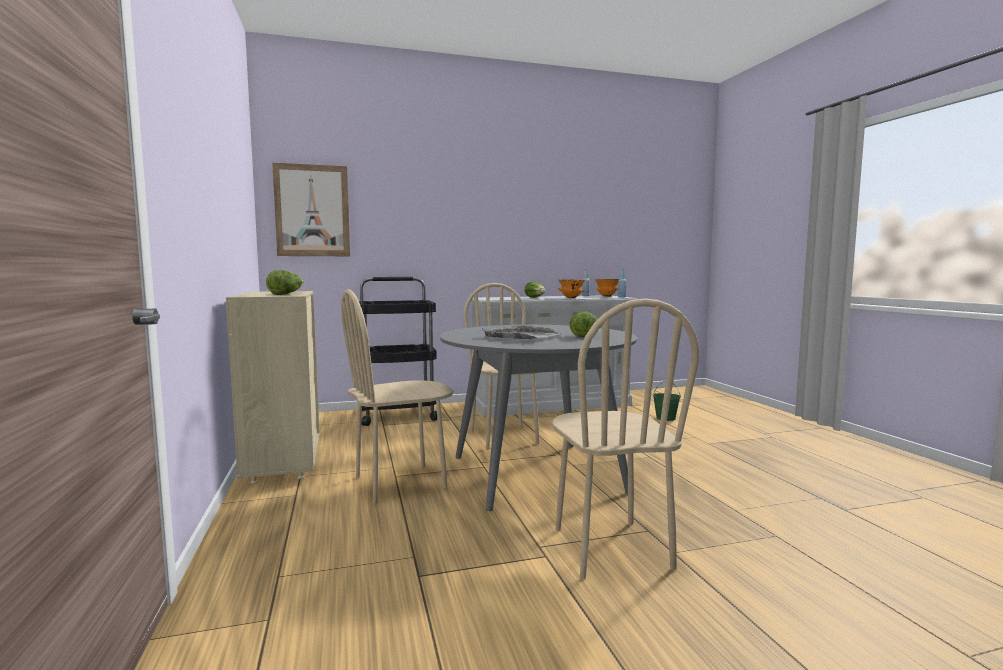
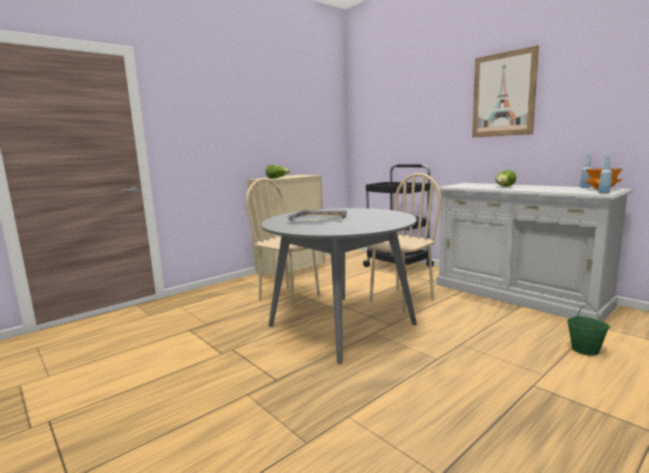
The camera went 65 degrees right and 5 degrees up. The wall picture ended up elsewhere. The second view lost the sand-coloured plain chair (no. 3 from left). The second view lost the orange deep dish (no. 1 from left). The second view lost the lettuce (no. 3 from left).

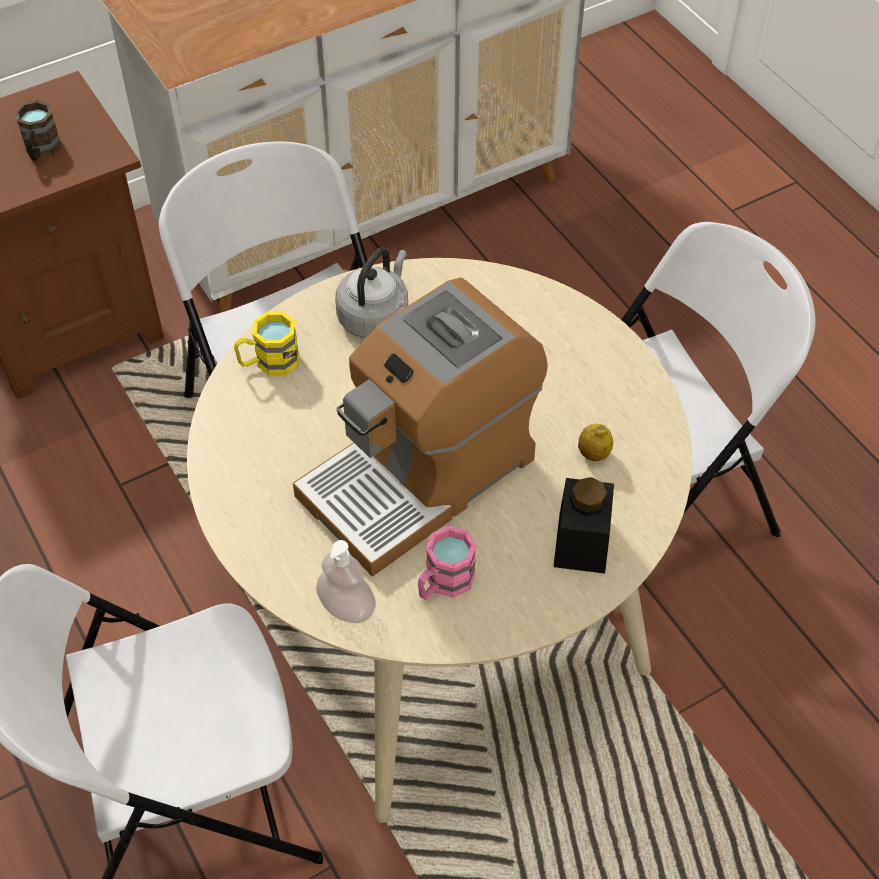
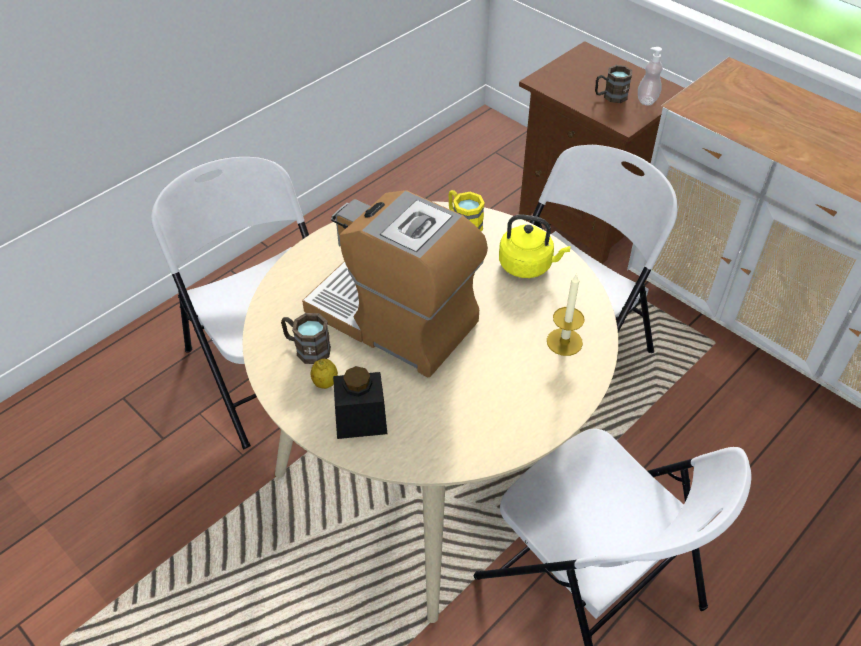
The camera went 75 degrees right and 5 degrees down. What was the pinkish coffee mug turned into the brown-coloured coffee mug (no. 1 from left). The whole lemon ended up elsewhere. What was the grey kettle turned into the yellowish kettle. The second view gained the wax light. The soap dispenser ended up elsewhere.

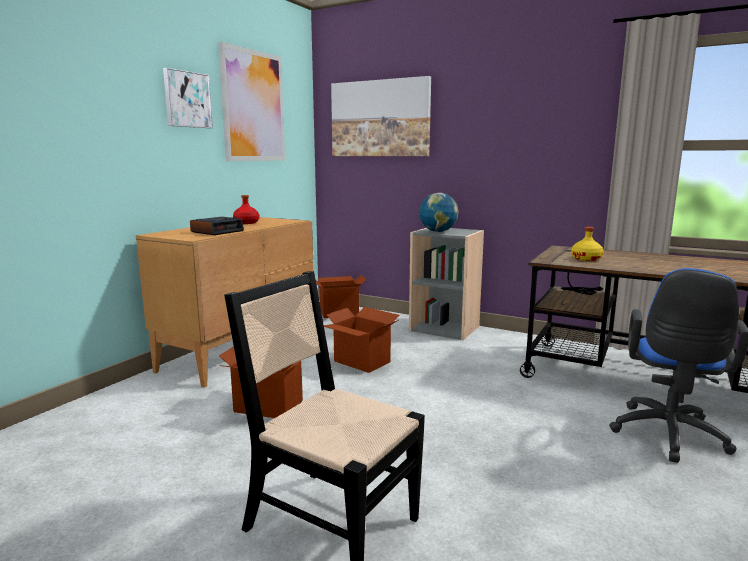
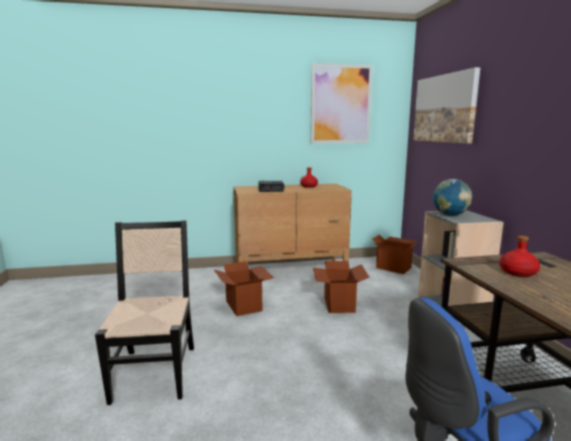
The camera went 50 degrees right and 0 degrees up. What was the yellowish bottle turned into the red-coloured bottle (no. 2 from left). The second view lost the wall picture (no. 1 from left).

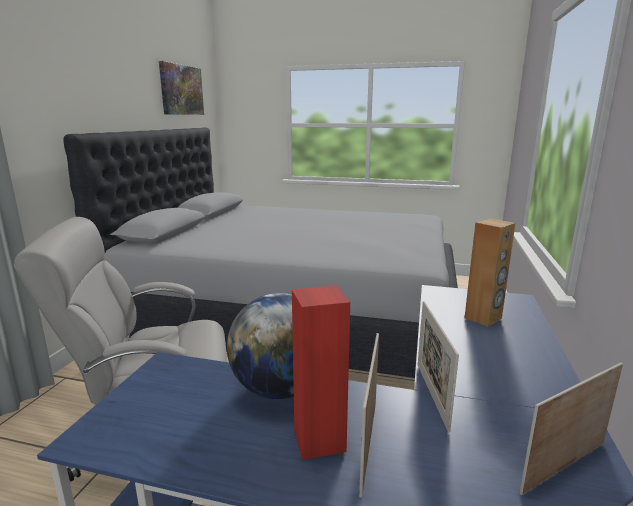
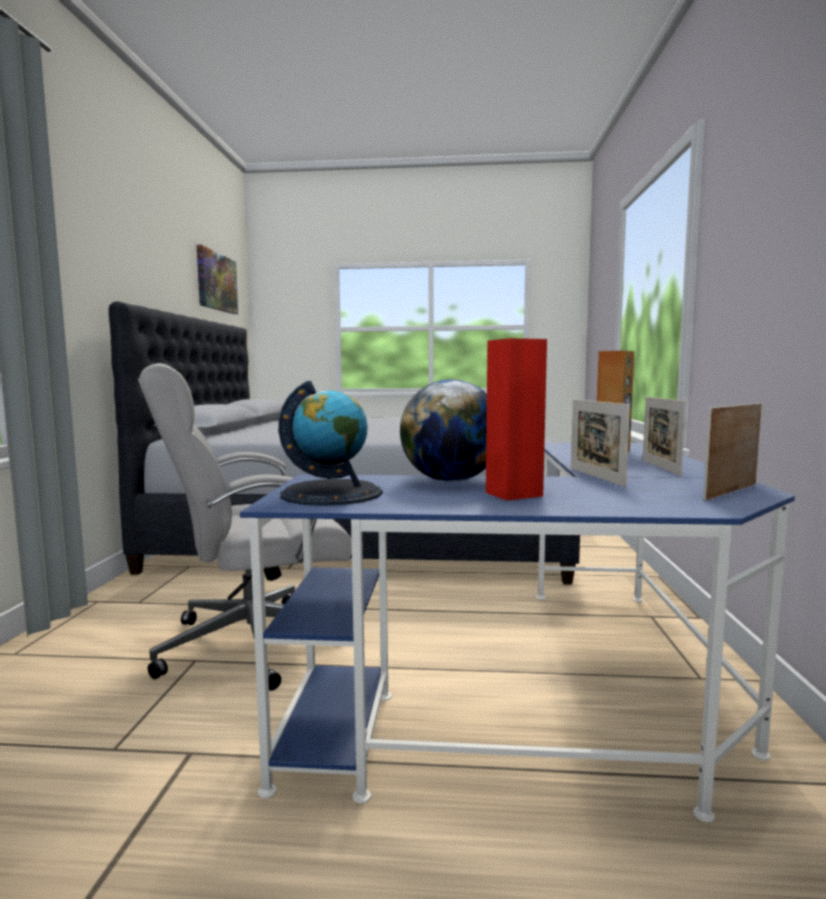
The camera went 10 degrees left and 10 degrees down. The second view gained the desk globe (no. 1 from left). The picture frame (no. 1 from left in the first image) ended up elsewhere.

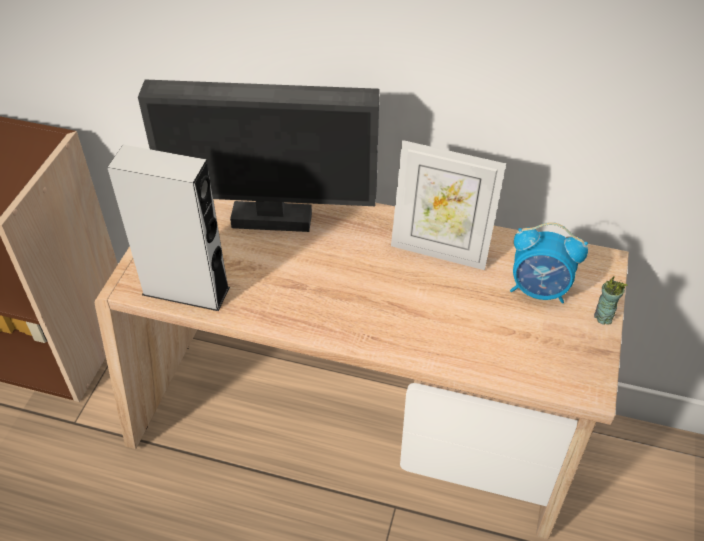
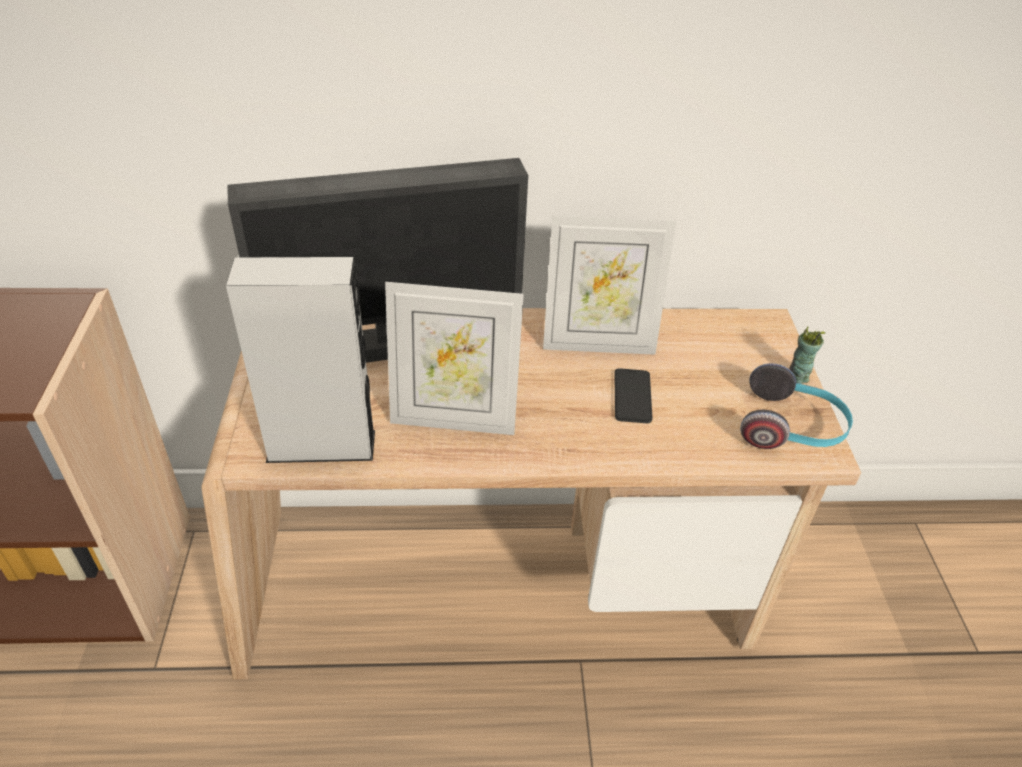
The camera went 20 degrees left and 5 degrees down. The second view gained the picture frame (no. 1 from left). The second view gained the handset. The second view gained the pair of headphones. The second view lost the alarm clock.

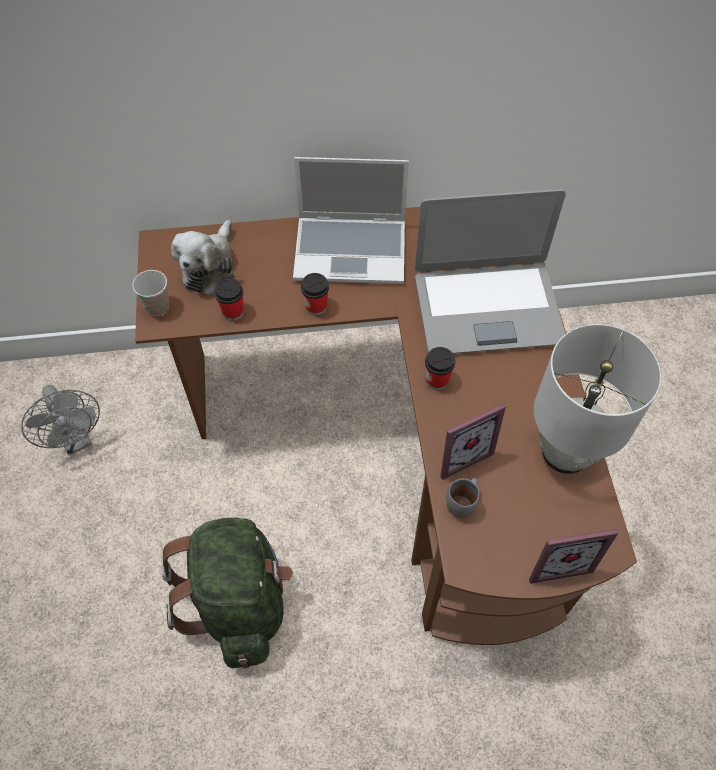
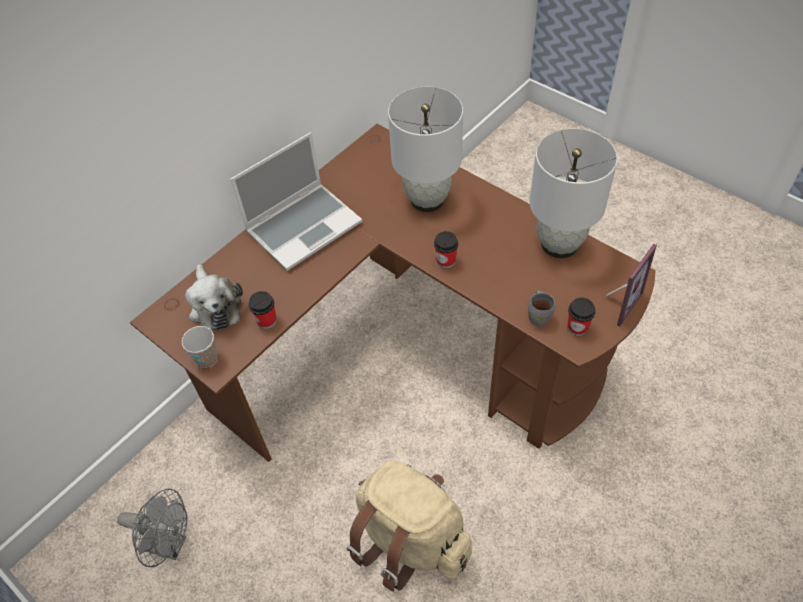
The camera went 40 degrees left and 5 degrees down. What was the green-coloured backpack turned into the sand-coloured backpack. Where the laptop (no. 2 from left) stood, the white-coloured lamp for a table (no. 1 from left) came to stand. The cup (no. 3 from left in the first image) ended up elsewhere. The second view lost the picture frame (no. 1 from left).

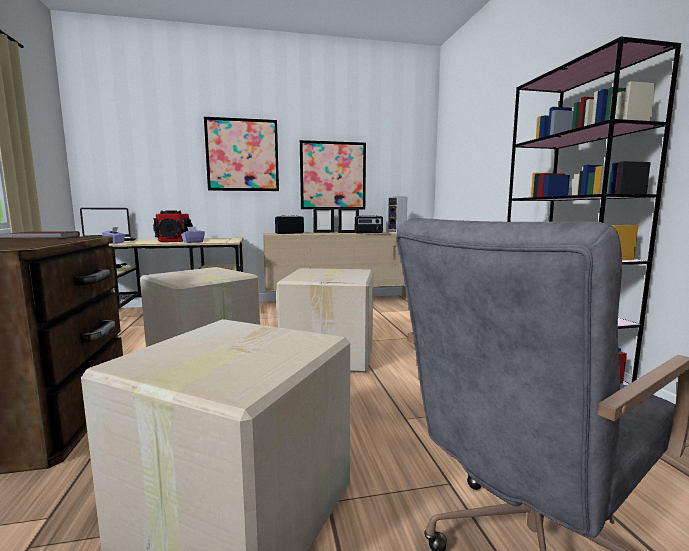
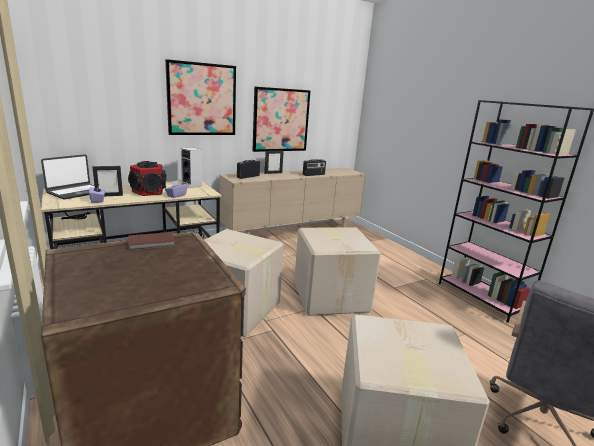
The camera went 20 degrees left and 10 degrees up. The picture frame (no. 2 from left in the first image) ended up elsewhere. The loudspeaker (no. 2 from left) ended up elsewhere.

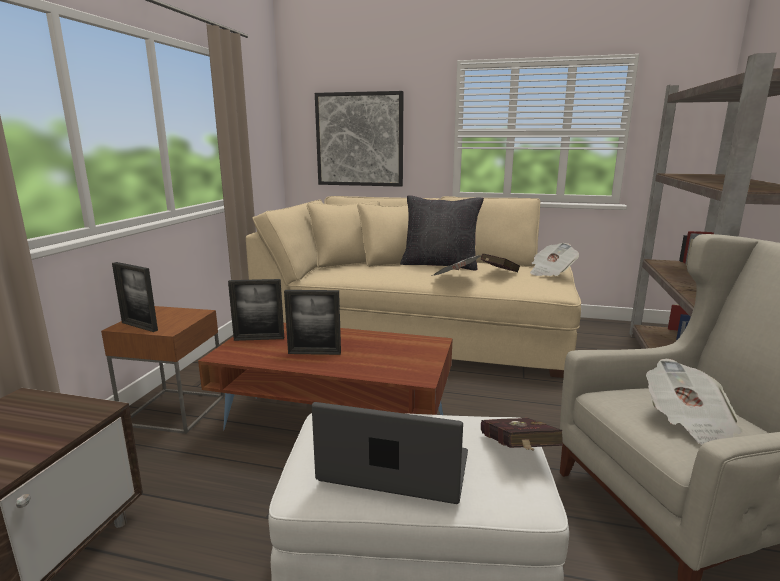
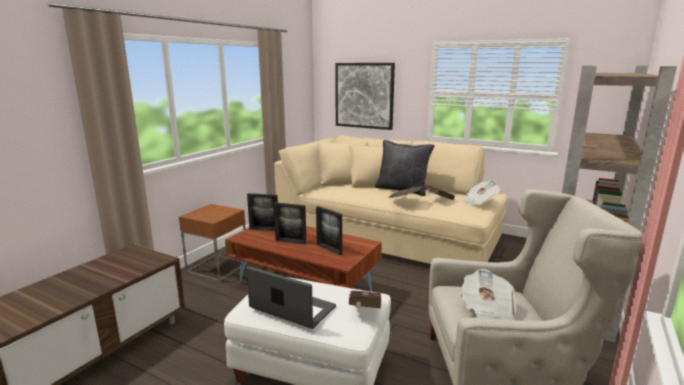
The camera went 15 degrees right and 0 degrees up. The picture frame (no. 1 from left in the first image) ended up elsewhere.

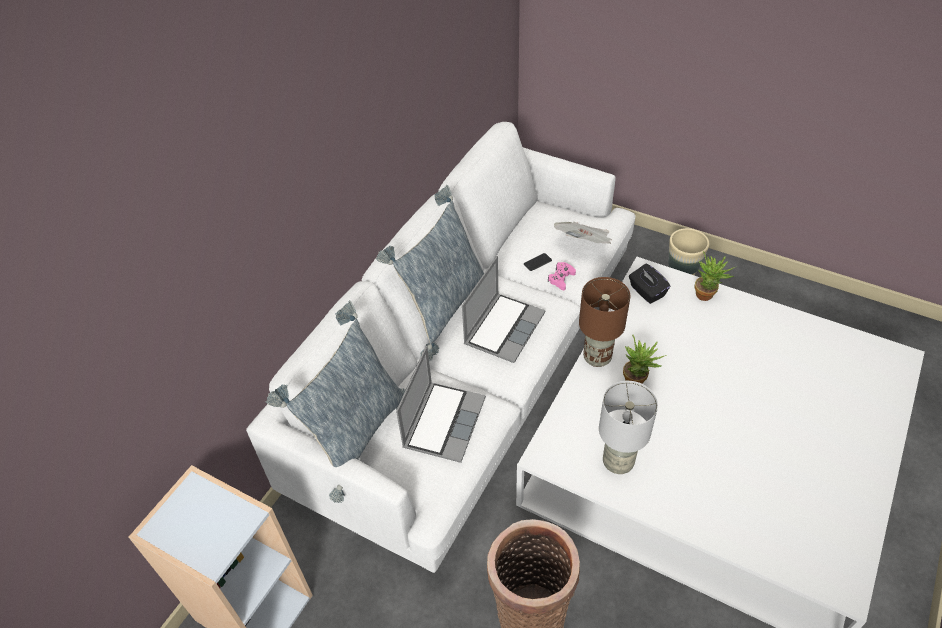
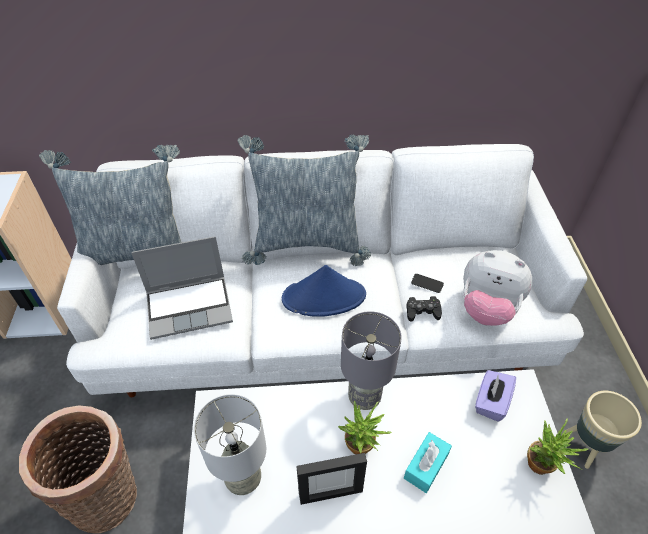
The camera went 55 degrees right and 0 degrees up. Where the laptop (no. 2 from left) stood, the blue wearable hat came to stand. The second view gained the picture frame. What was the brown-coloured lamp for a table turned into the grey lamp for a table (no. 2 from left). The second view gained the blue-green box of tissues. What was the pinkish gamepad turned into the black-coloured gamepad. Where the printed paper stood, the cuddly toy came to stand. What was the black-coloured box of tissues turned into the purplish box of tissues.

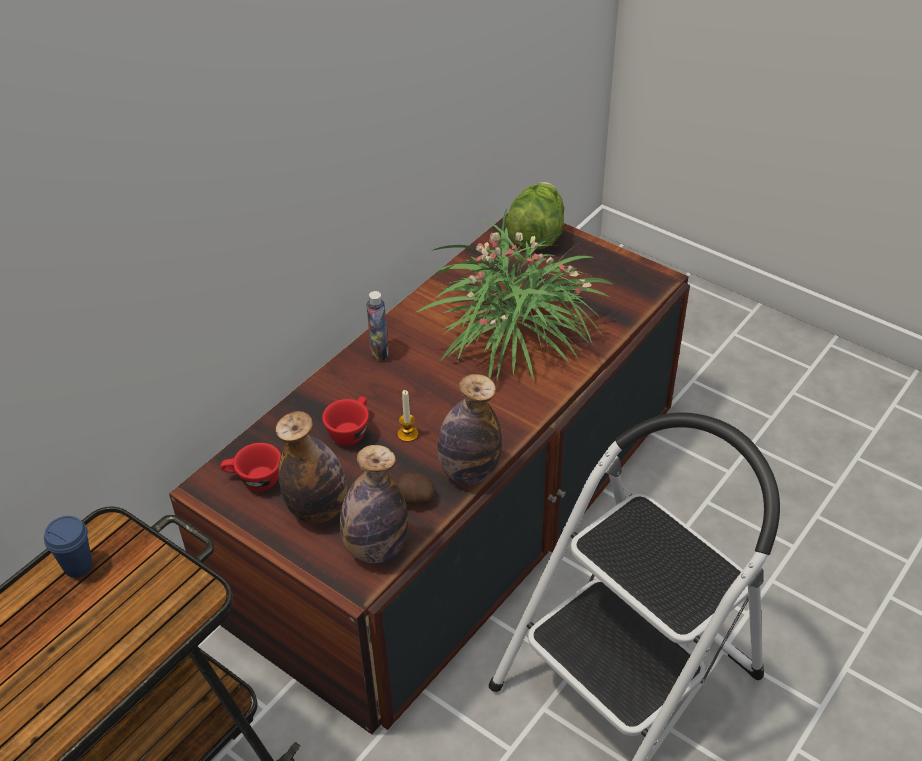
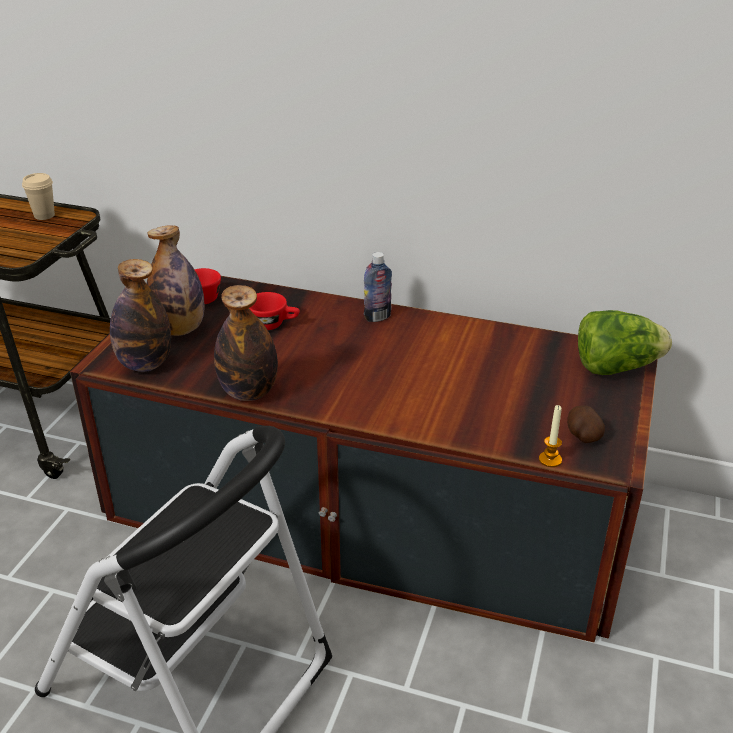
The camera went 70 degrees right and 10 degrees down. What was the blue cup turned into the sand-coloured cup. The wax light ended up elsewhere. The spud ended up elsewhere. The second view lost the plant in a pot.

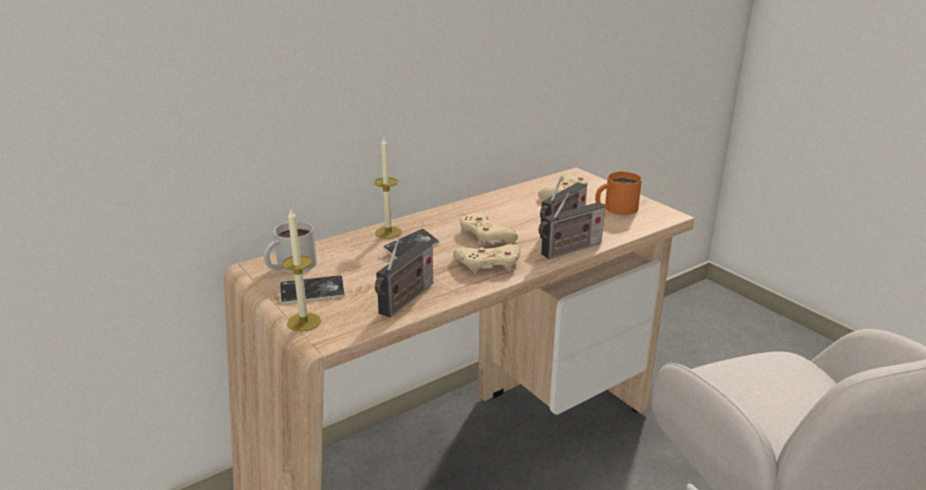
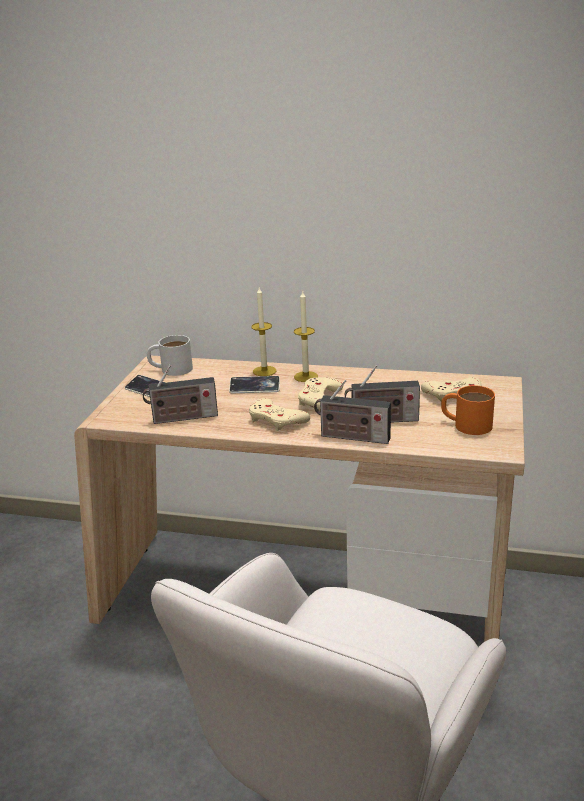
The camera went 50 degrees right and 0 degrees up. The wax light (no. 1 from left in the first image) ended up elsewhere.

